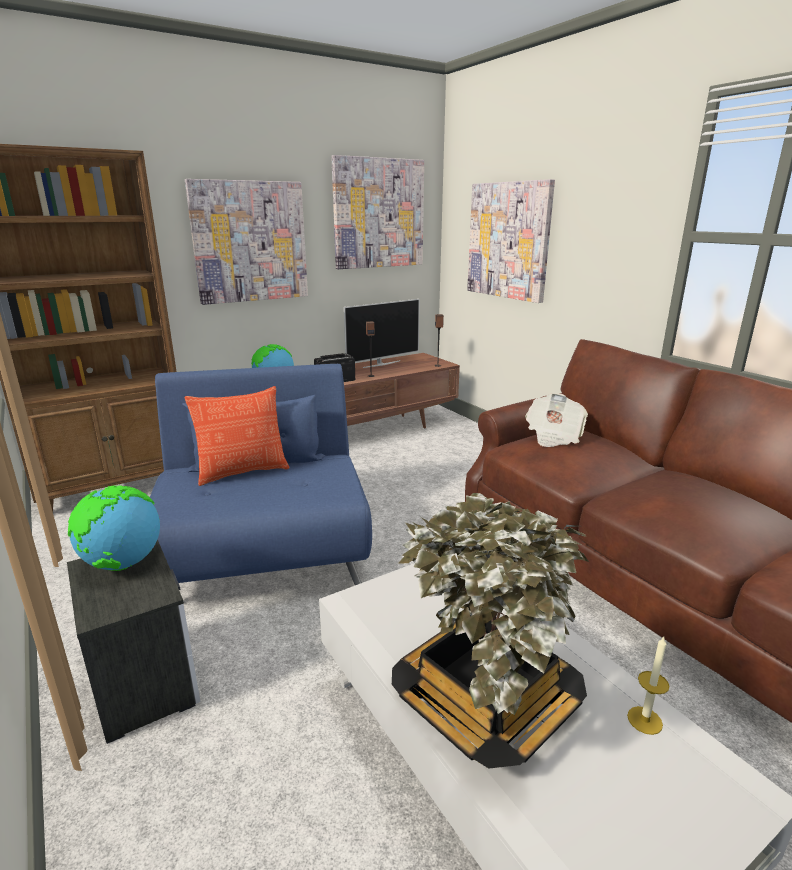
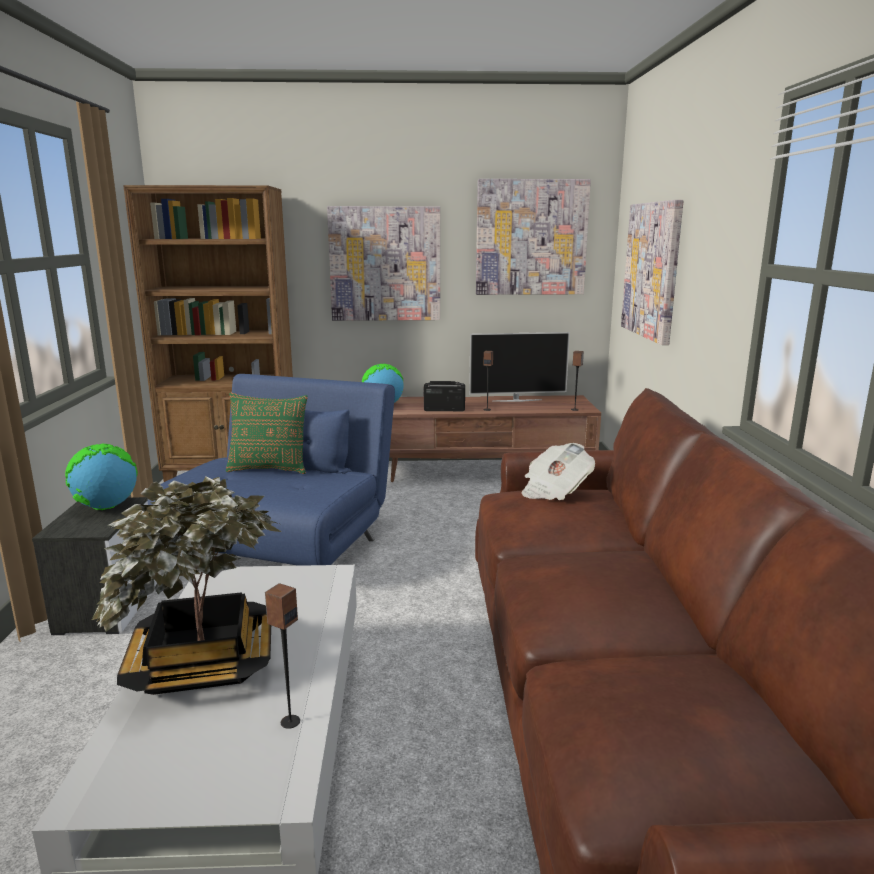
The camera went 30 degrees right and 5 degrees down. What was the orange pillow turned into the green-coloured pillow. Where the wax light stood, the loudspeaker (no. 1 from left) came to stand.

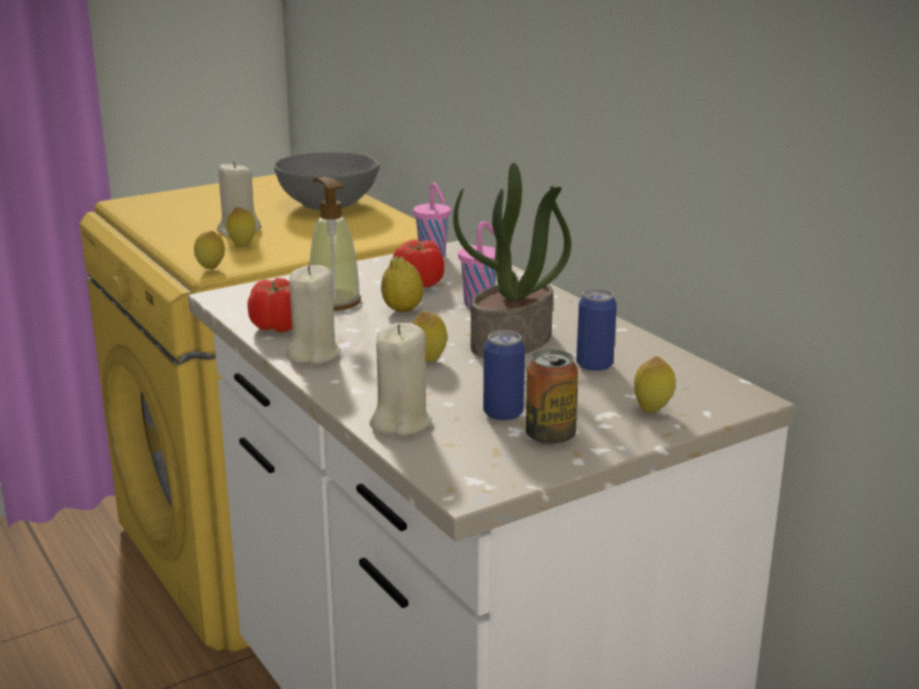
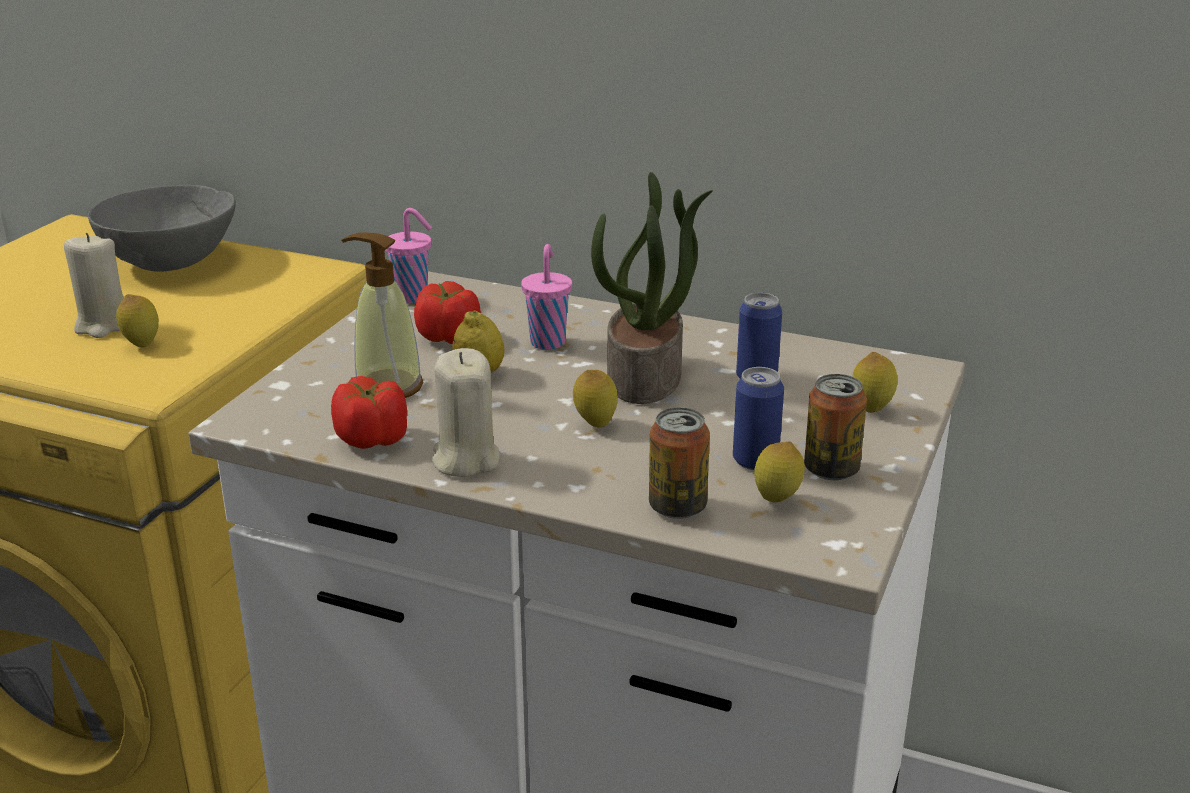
The camera went 35 degrees left and 5 degrees up. Where the sand-coloured wax light (no. 3 from left) stood, the can (no. 1 from left) came to stand. The whole lemon (no. 1 from left in the first image) ended up elsewhere.

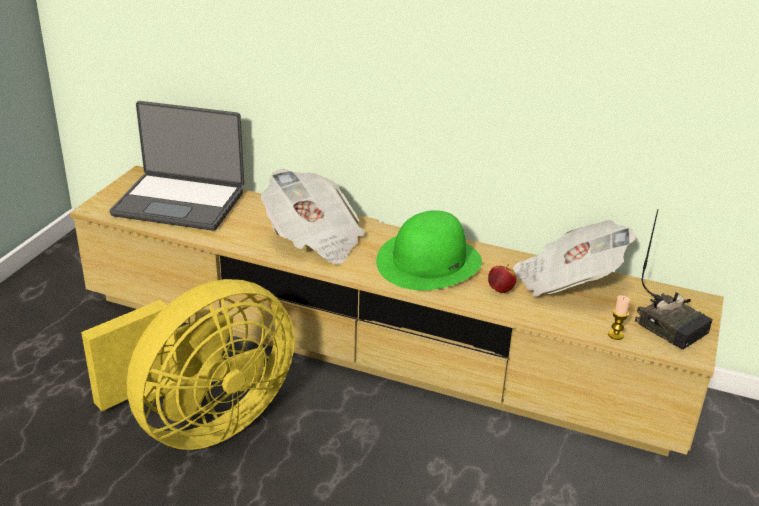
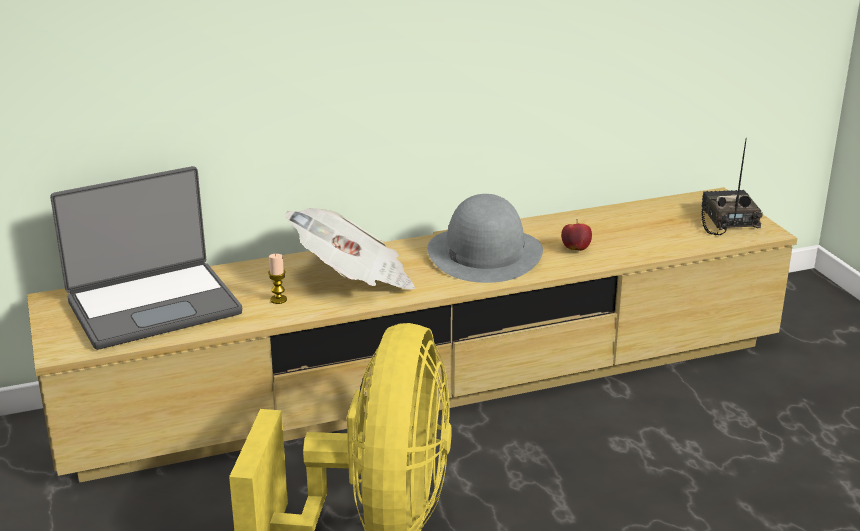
The camera went 40 degrees left and 5 degrees down. The wax light ended up elsewhere. What was the green-coloured wearable hat turned into the grey wearable hat. The radio receiver ended up facing another way, 105 degrees counterclockwise from before. The second view lost the printed paper (no. 2 from left).

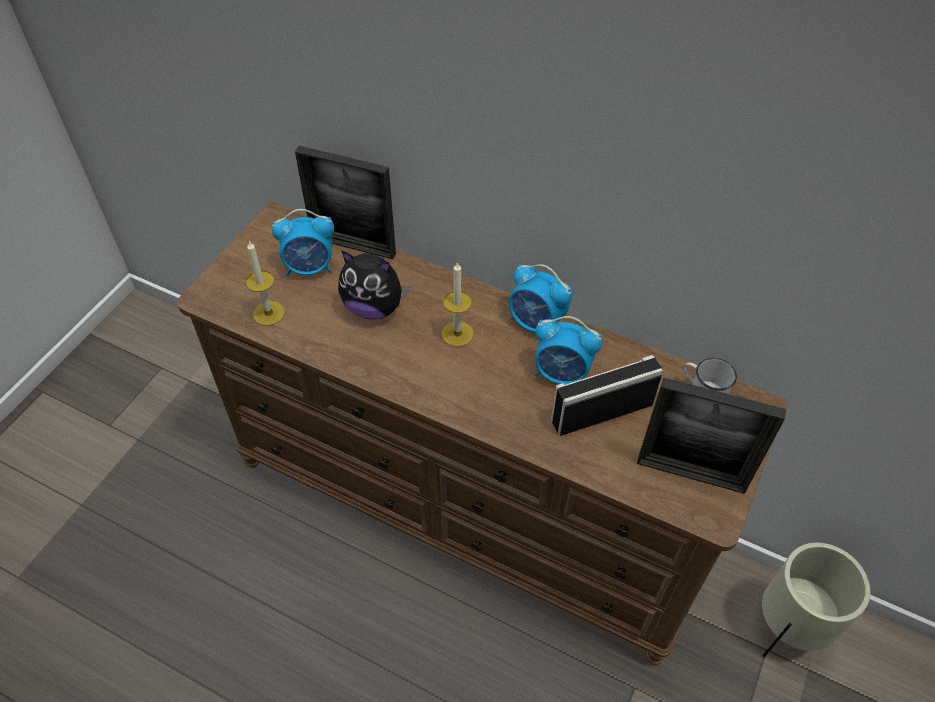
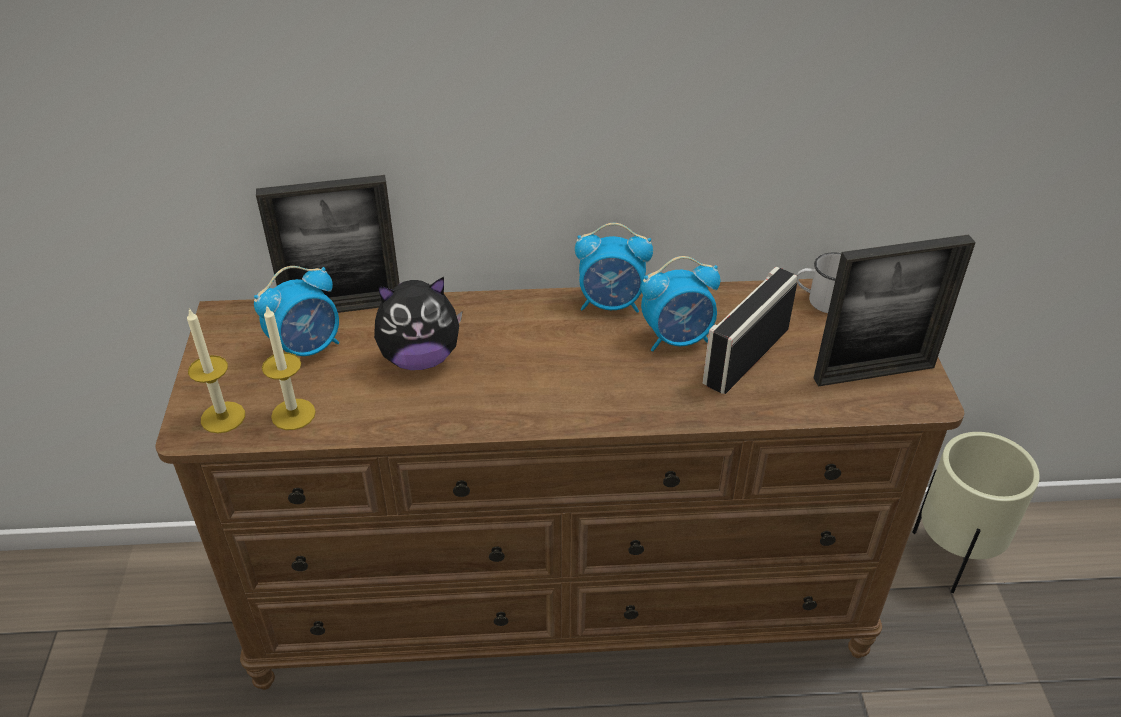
The camera went 30 degrees left and 10 degrees down. The wax light (no. 2 from left in the first image) ended up elsewhere.

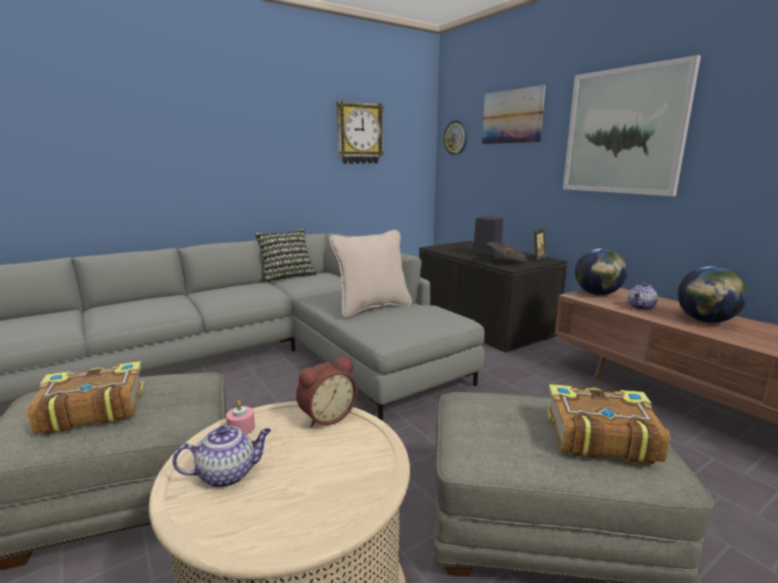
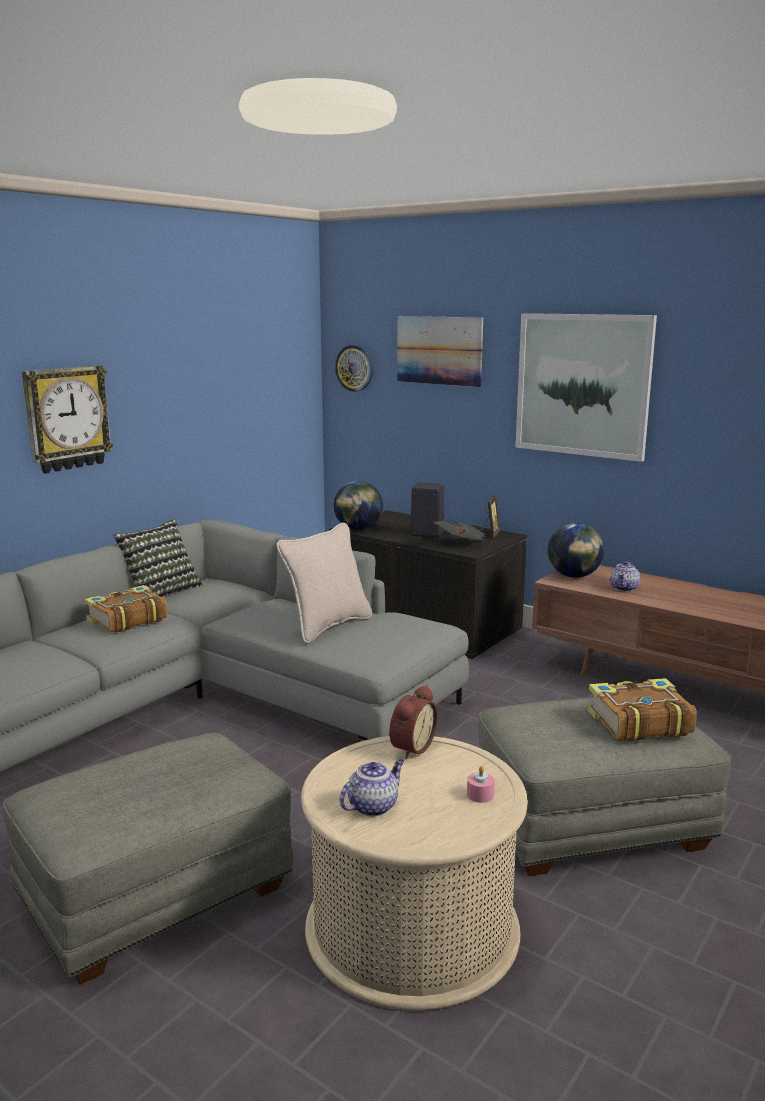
The camera went 20 degrees left and 0 degrees up. The hanging clock (no. 1 from left) ended up elsewhere. The book (no. 1 from left) ended up elsewhere. The desk globe (no. 2 from left in the first image) ended up elsewhere. The pinkish wax light ended up elsewhere.

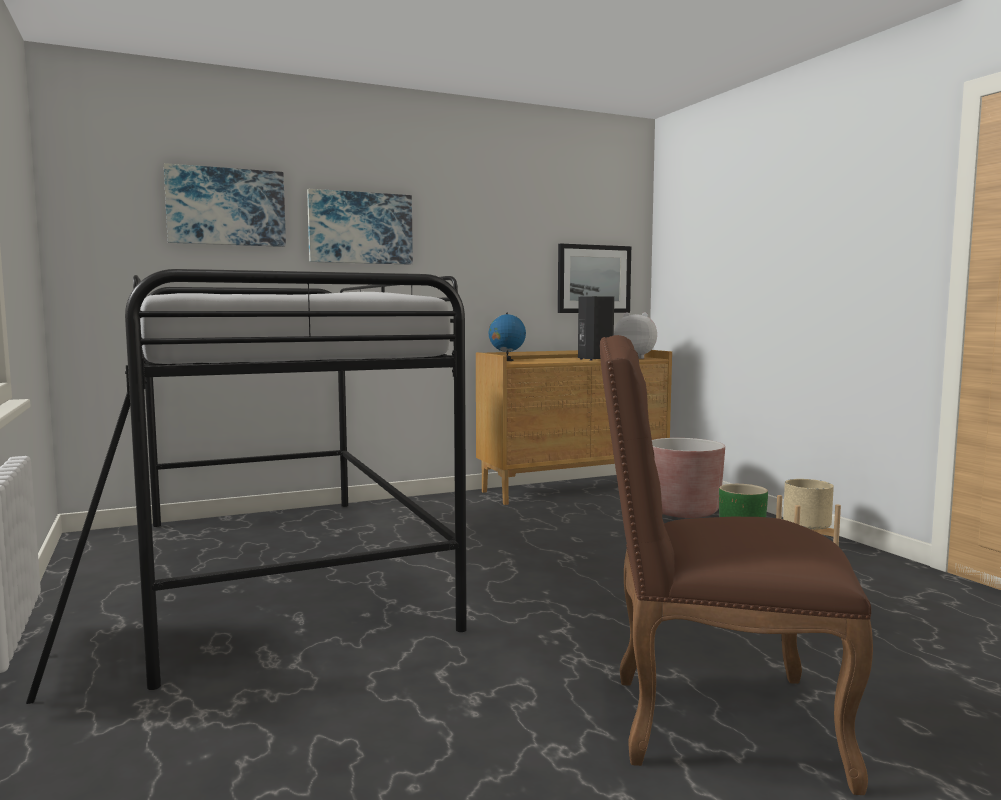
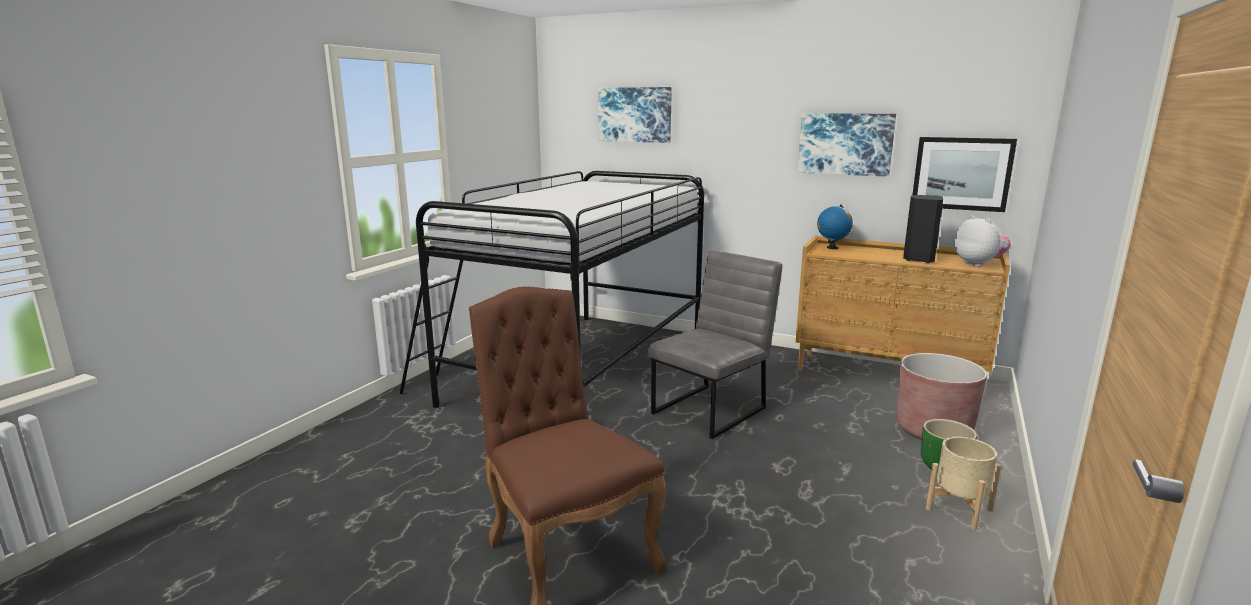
The camera went 50 degrees right and 10 degrees up. The second view gained the grey plain chair. The wall picture (no. 2 from left) ended up elsewhere.

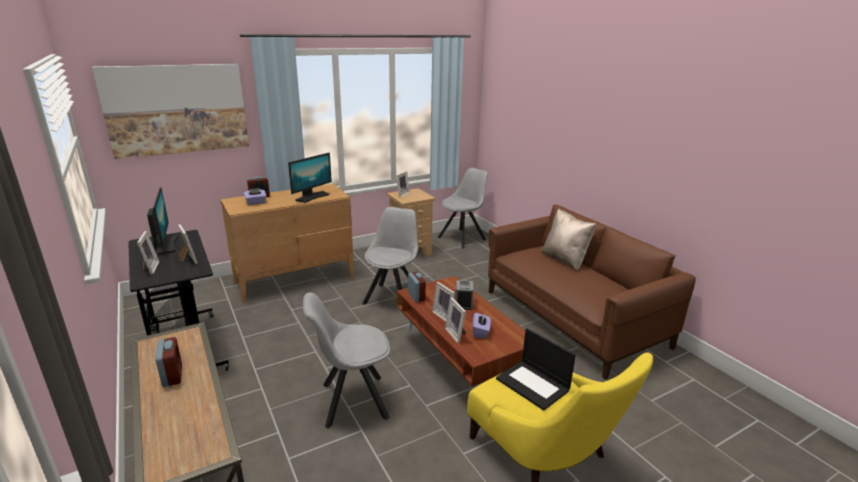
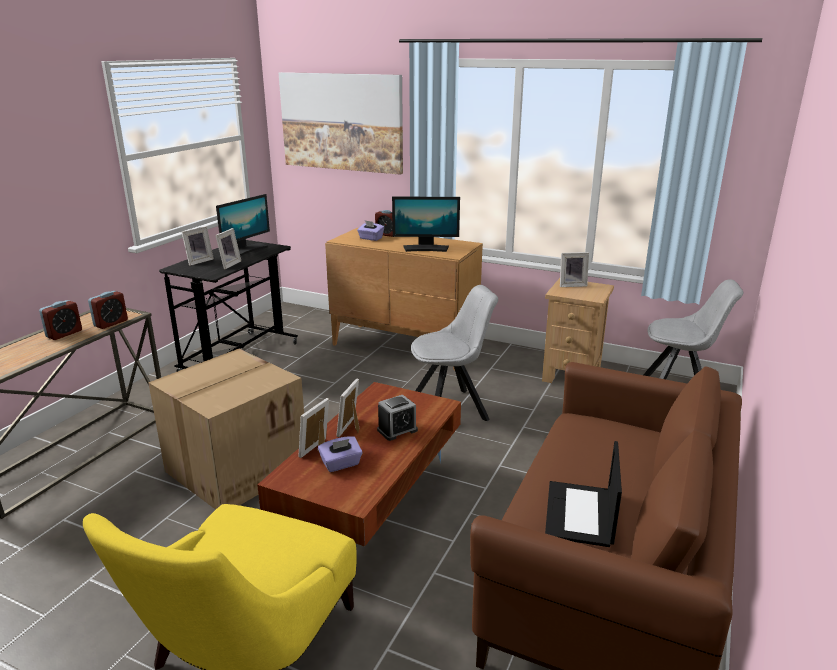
The camera went 55 degrees right and 0 degrees up. The alarm clock (no. 3 from left in the first image) ended up elsewhere. Where the grey plain chair (no. 1 from left) stood, the carton came to stand. The laptop ended up elsewhere. The second view lost the sand-coloured pillow.

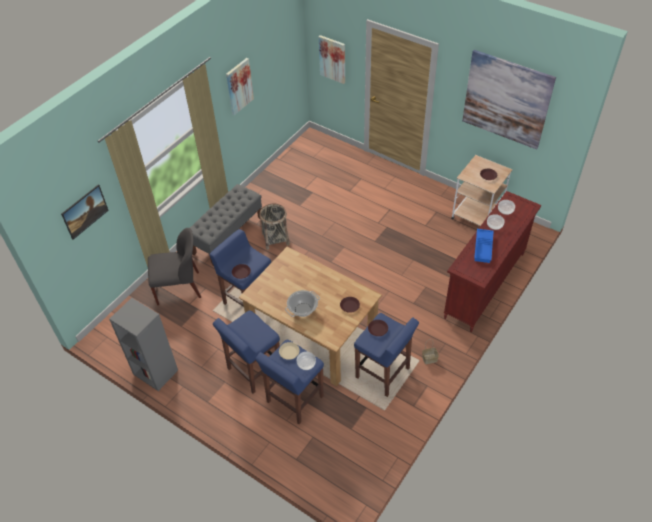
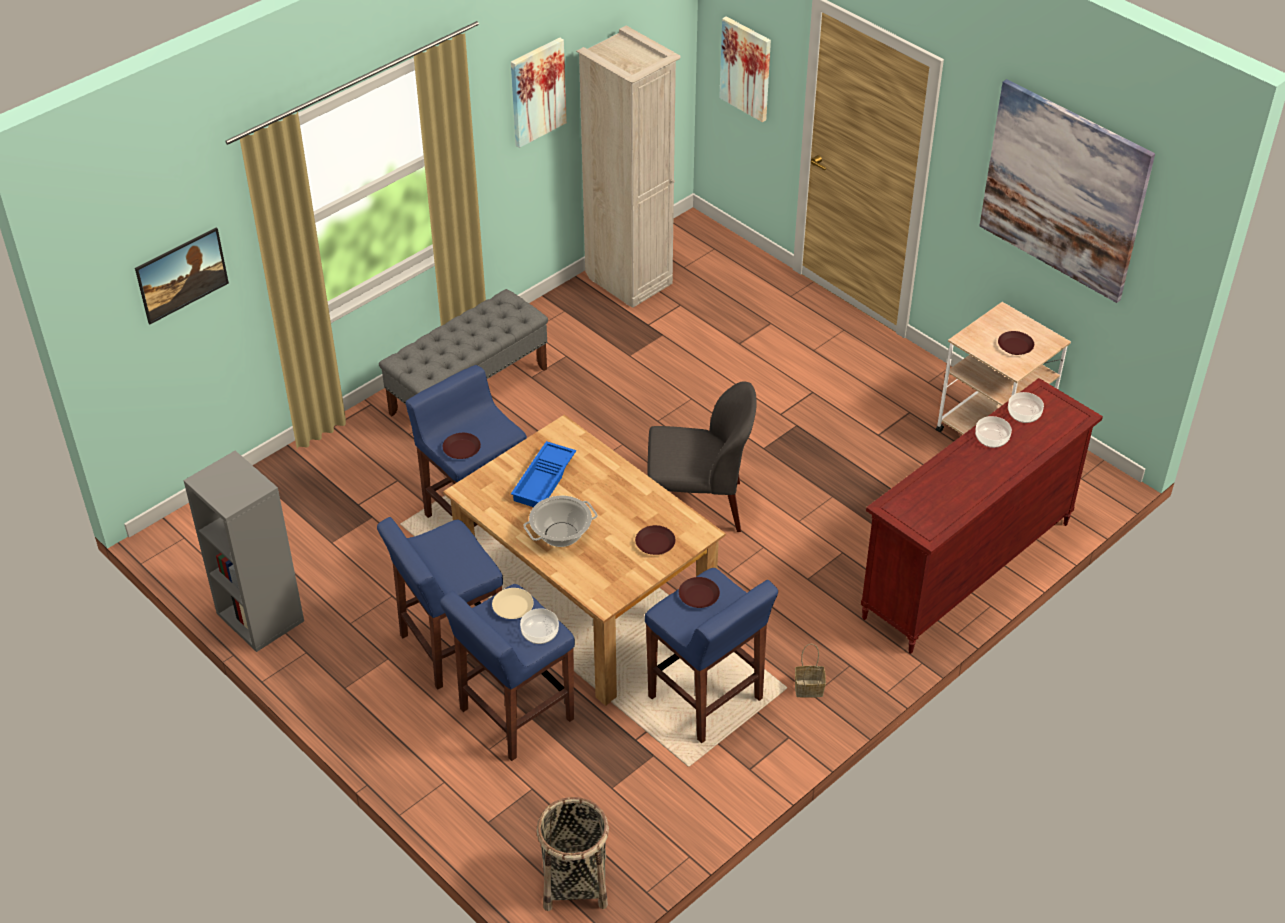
The camera went 10 degrees right and 5 degrees down. The blue tray ended up elsewhere. The basket (no. 1 from left) ended up elsewhere. The second view gained the sand-coloured cabinet. The grey plain chair ended up elsewhere.

